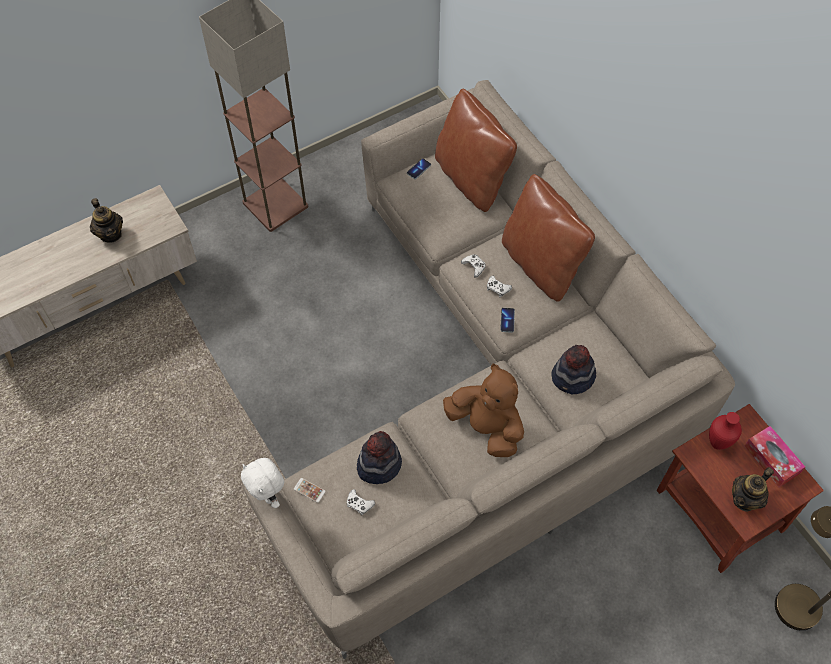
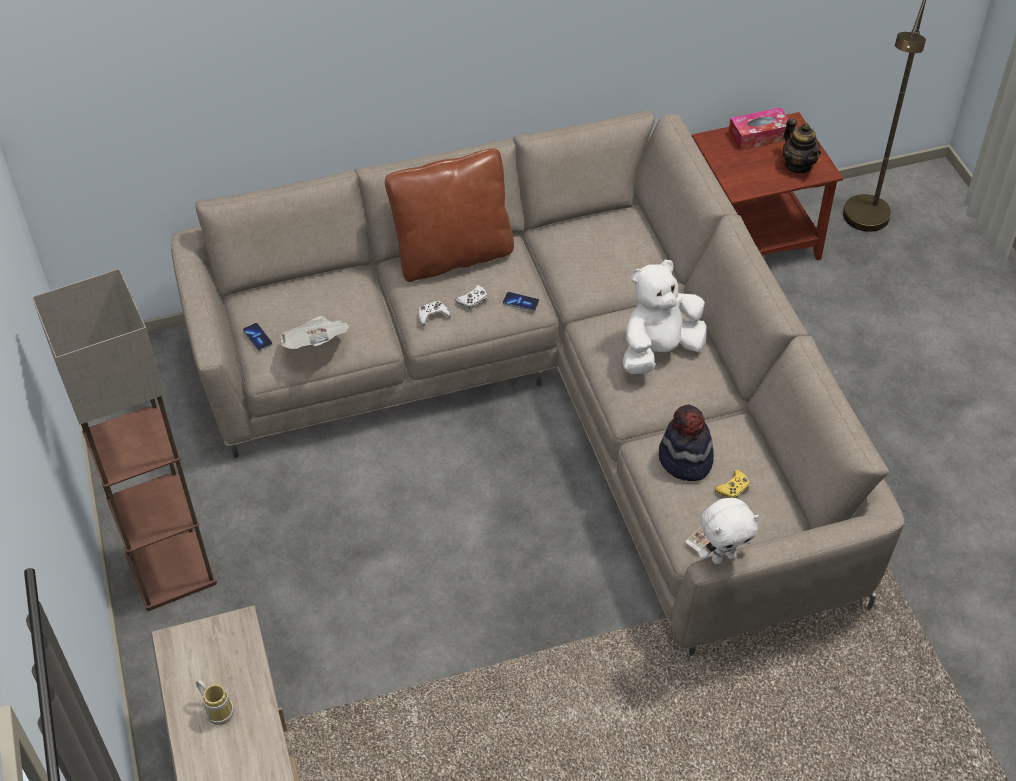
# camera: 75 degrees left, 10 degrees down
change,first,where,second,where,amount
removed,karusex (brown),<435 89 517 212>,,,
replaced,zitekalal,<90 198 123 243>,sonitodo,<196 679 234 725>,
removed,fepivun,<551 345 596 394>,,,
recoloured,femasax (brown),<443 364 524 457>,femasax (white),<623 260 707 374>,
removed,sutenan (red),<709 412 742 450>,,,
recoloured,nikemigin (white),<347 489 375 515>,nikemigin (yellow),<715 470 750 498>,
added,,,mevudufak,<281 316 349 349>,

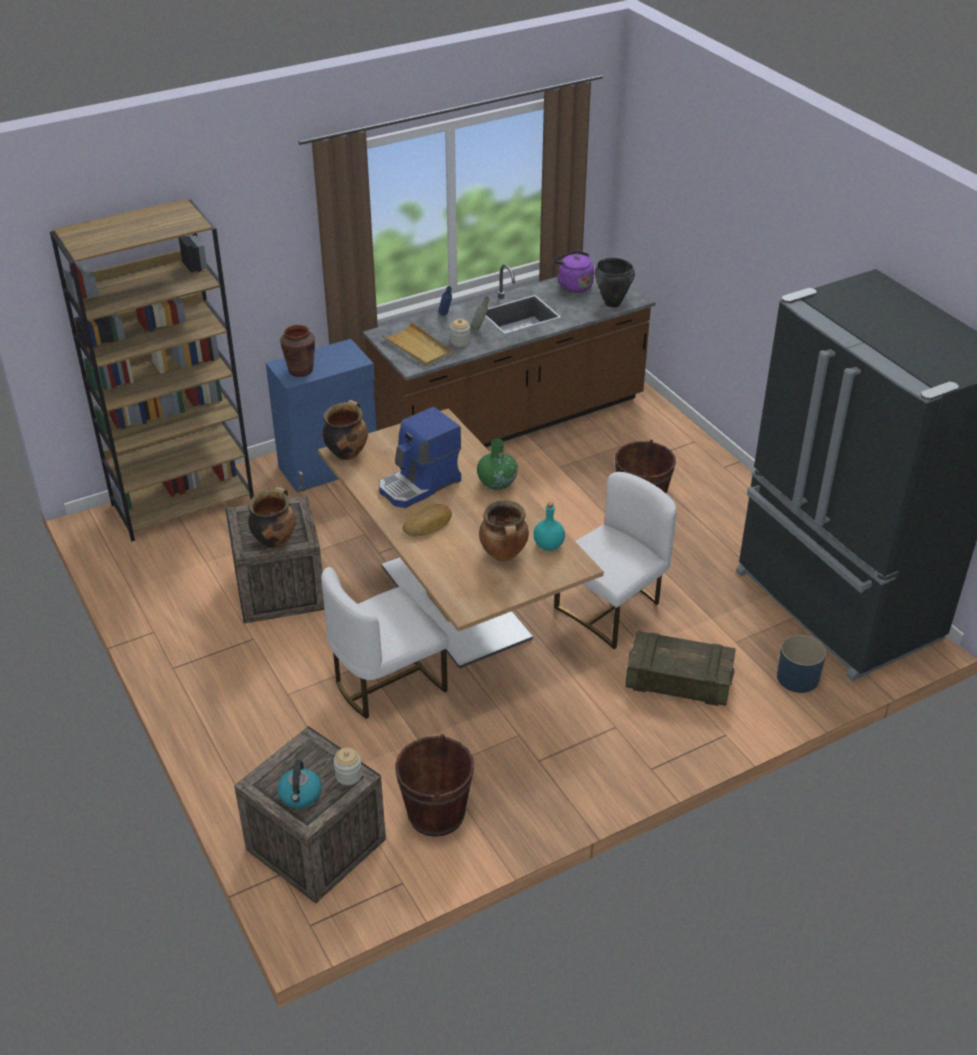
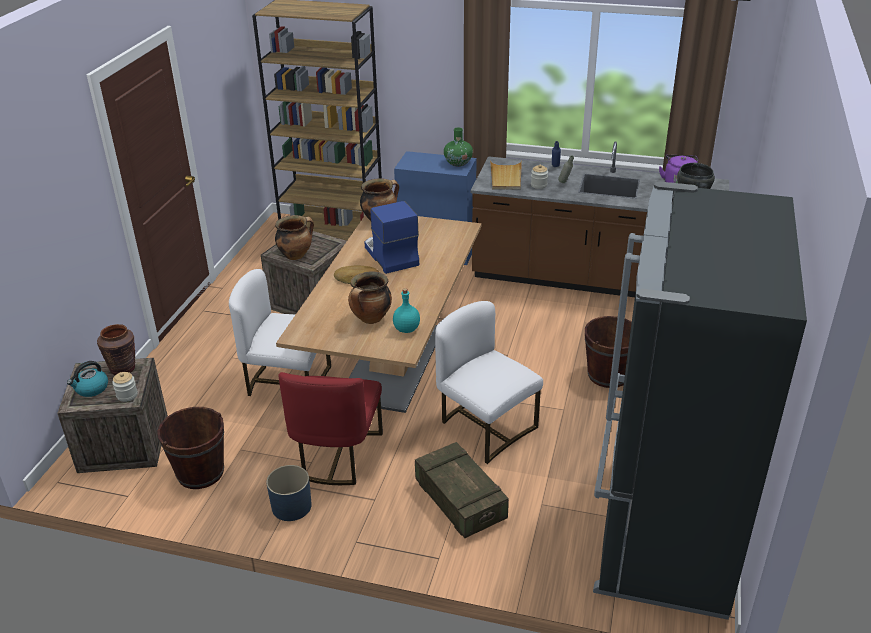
# camera: 45 degrees right, 5 degrees down
change,first,where,second,where,amount
moved,sutenan (brown),<280 325 315 377>,,<97 324 135 375>,
turned,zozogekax,<379 407 461 508>,,<364 201 419 274>,60 degrees clockwise
moved,sutenan (green),<477 439 518 490>,,<444 127 473 167>,
turned,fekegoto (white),<554 472 676 649>,,<435 301 543 464>,135 degrees counterclockwise
moved,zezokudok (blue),<777 634 826 693>,,<266 465 312 521>,
added,,,fekegoto (red),<279 372 383 485>,

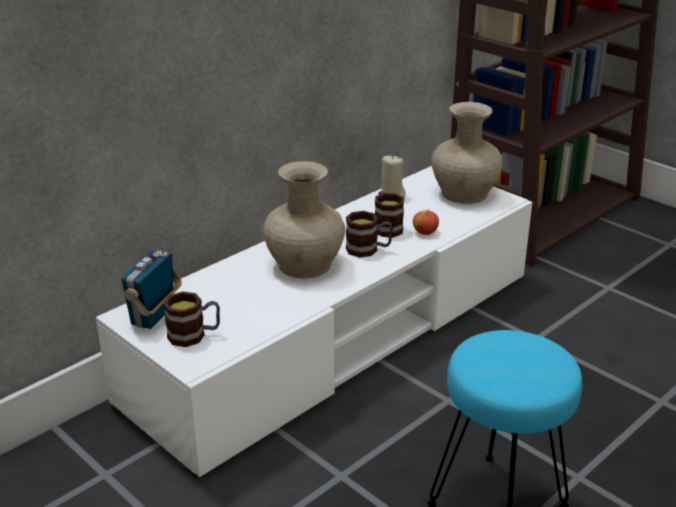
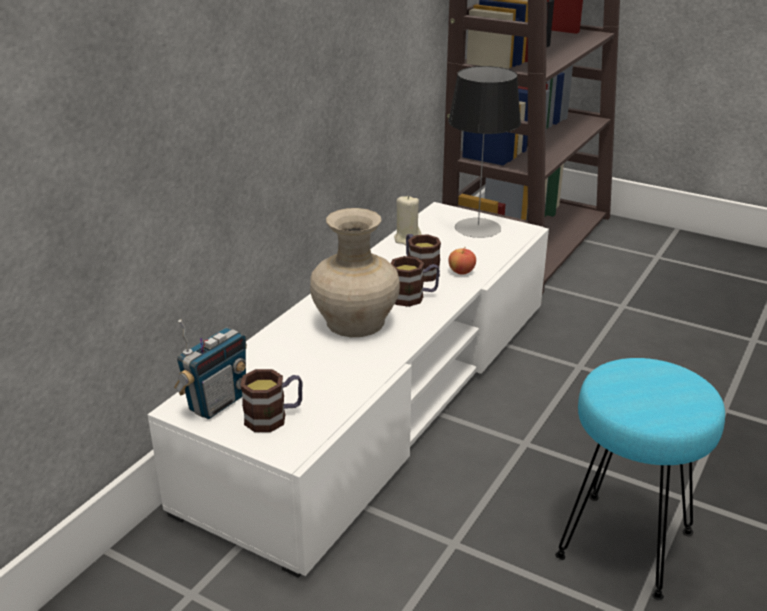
# camera: 15 degrees left, 0 degrees up
change,first,where,second,where,amount
replaced,sutenan (beige),<431 102 503 204>,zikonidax,<448 66 521 238>,
turned,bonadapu,<121 224 182 329>,,<174 319 247 419>,150 degrees counterclockwise

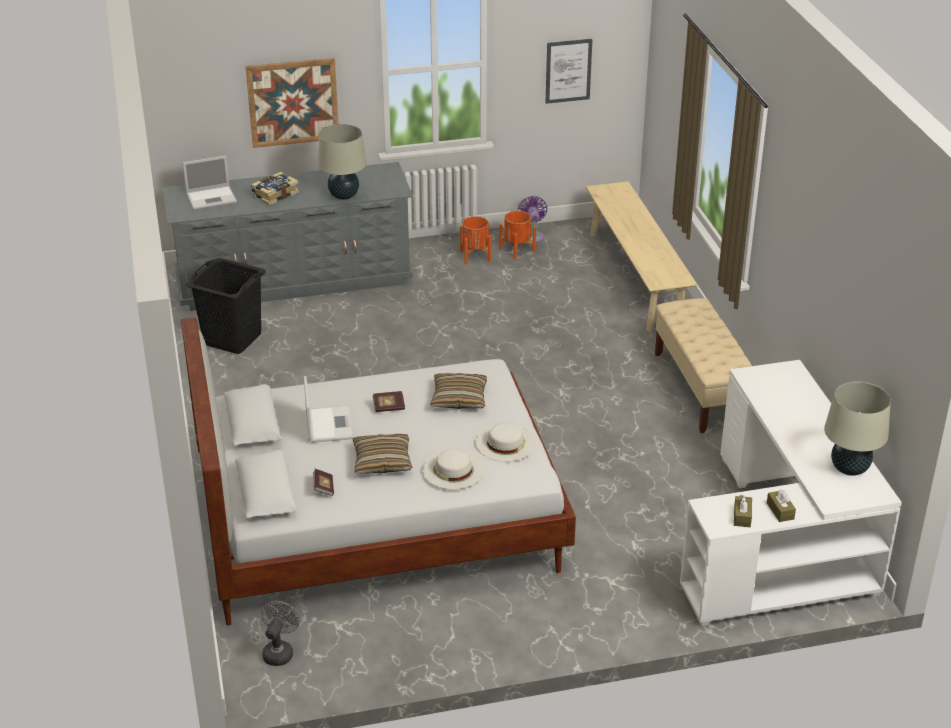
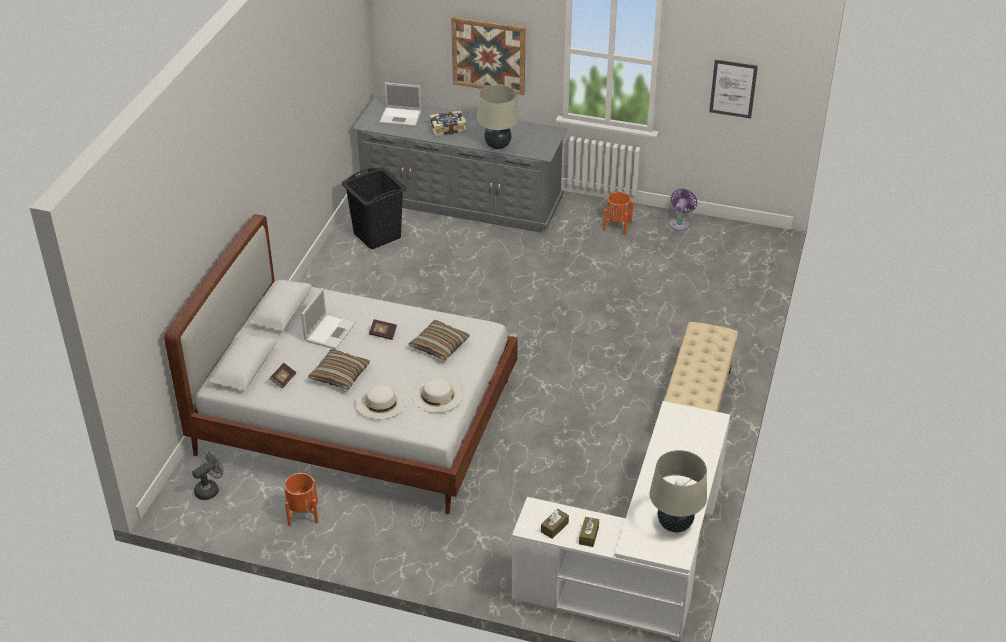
# camera: 30 degrees right, 5 degrees up
change,first,where,second,where,amount
removed,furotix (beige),<586 181 697 332>,,,
moved,zezokudok (orange),<499 211 536 260>,,<284 473 319 526>,

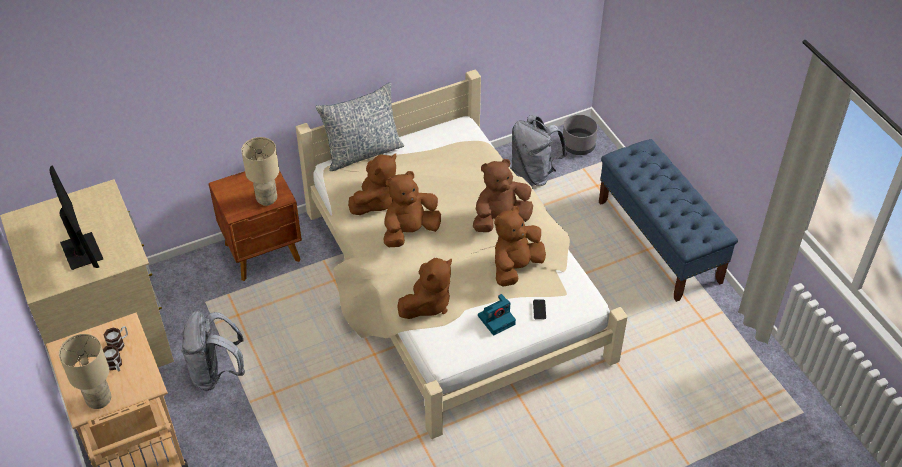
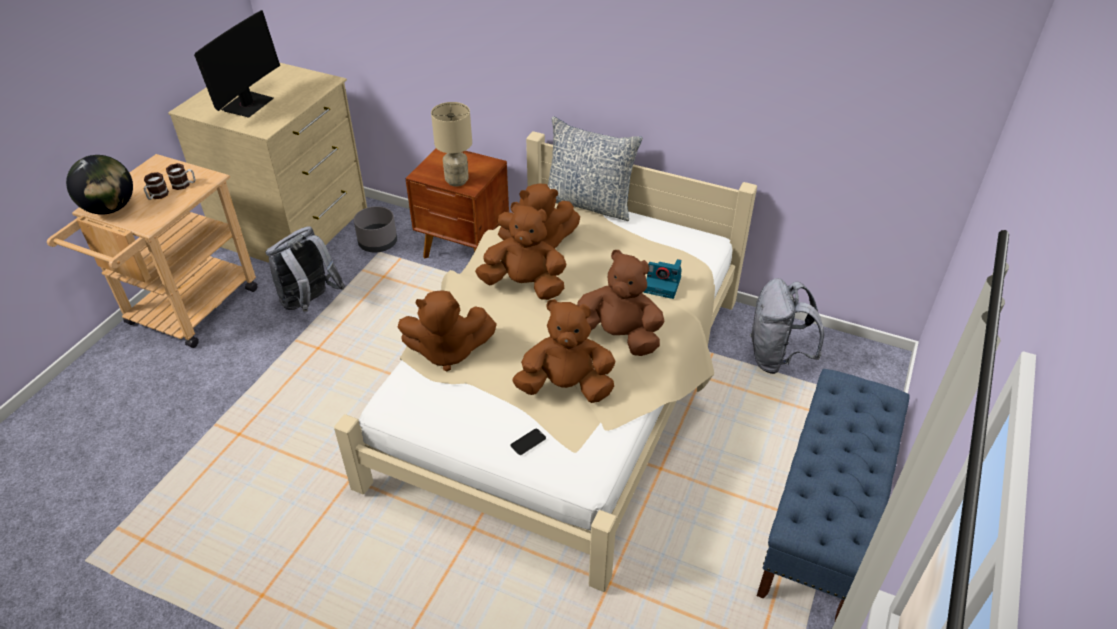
# camera: 50 degrees right, 5 degrees down
change,first,where,second,where,amount
moved,zezokudok (grey),<563 115 598 155>,,<354 206 397 252>,
moved,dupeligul,<478 294 516 335>,,<644 259 682 299>,
replaced,zikonidax (beige),<59 334 111 409>,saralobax,<66 155 133 215>,

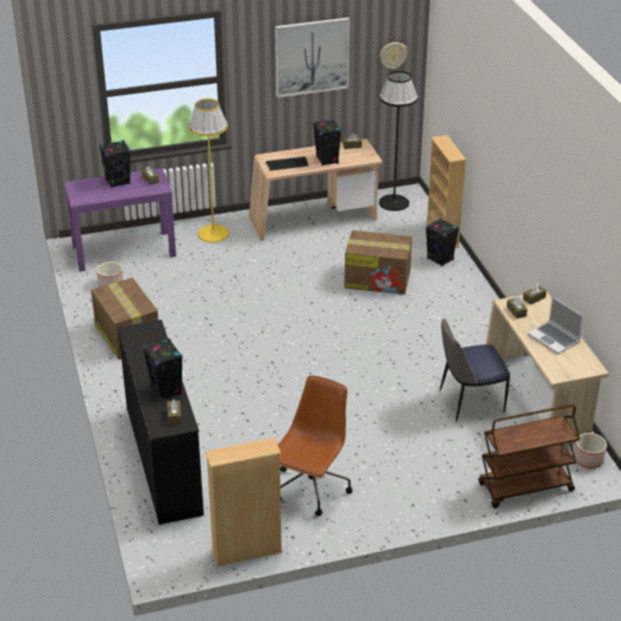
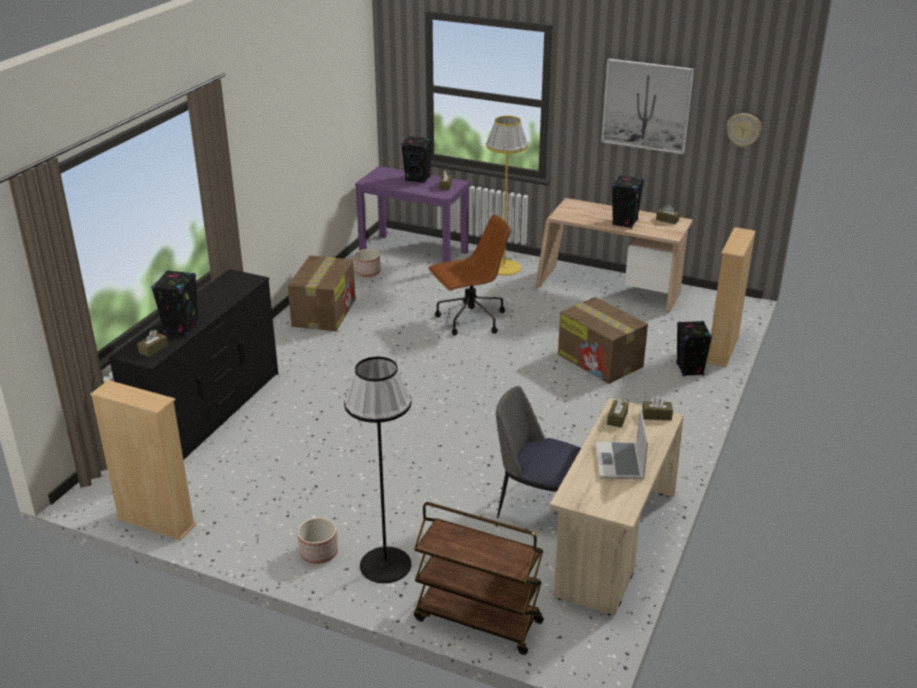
# camera: 40 degrees right, 5 degrees down
change,first,where,second,where,amount
moved,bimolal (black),<379 71 418 211>,,<344 357 411 583>,
removed,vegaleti,<266 157 309 171>,,,
moved,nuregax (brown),<278 376 353 516>,,<428 214 511 335>,
moved,zezokudok,<574 433 607 469>,,<297 517 338 564>,

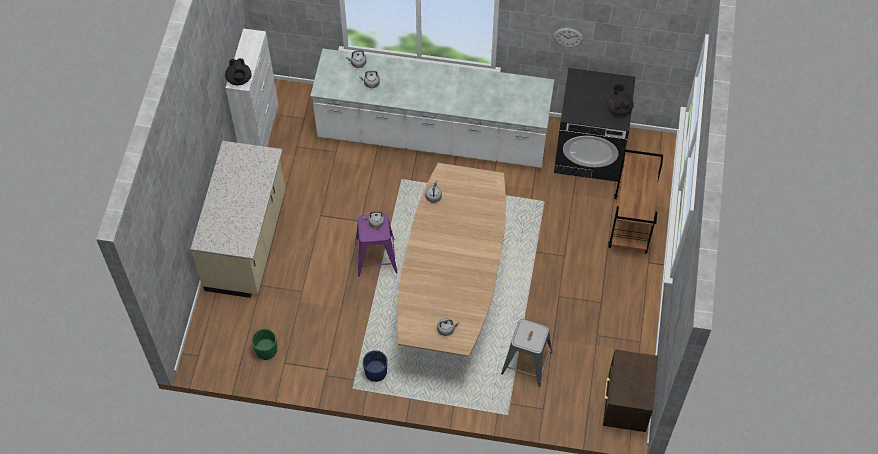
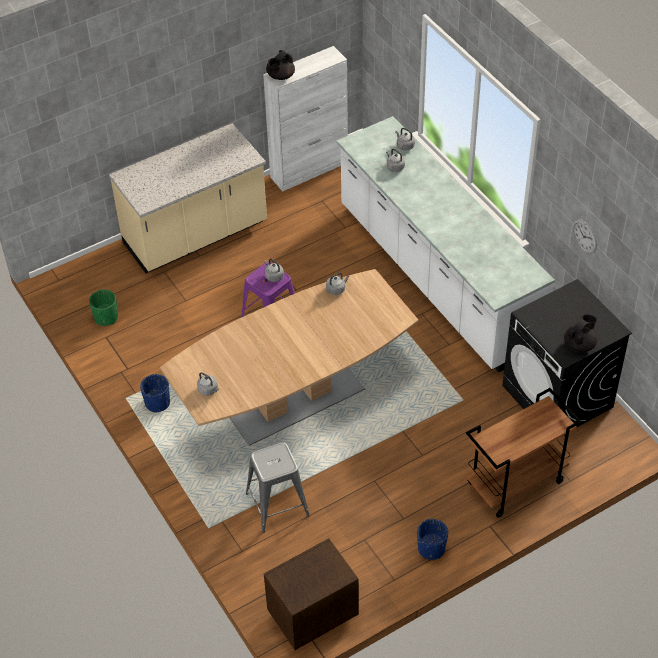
# camera: 50 degrees right, 10 degrees down
change,first,where,second,where,amount
added,,,zezokudok (blue),<417 519 448 560>,

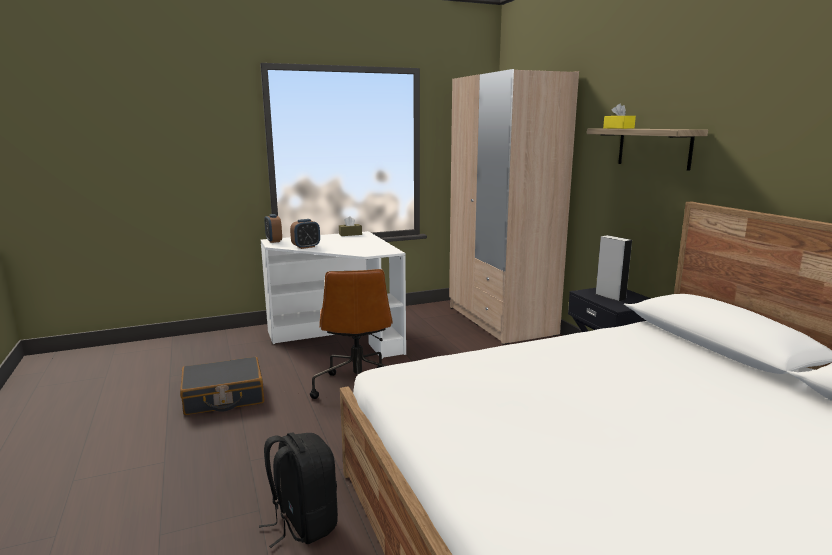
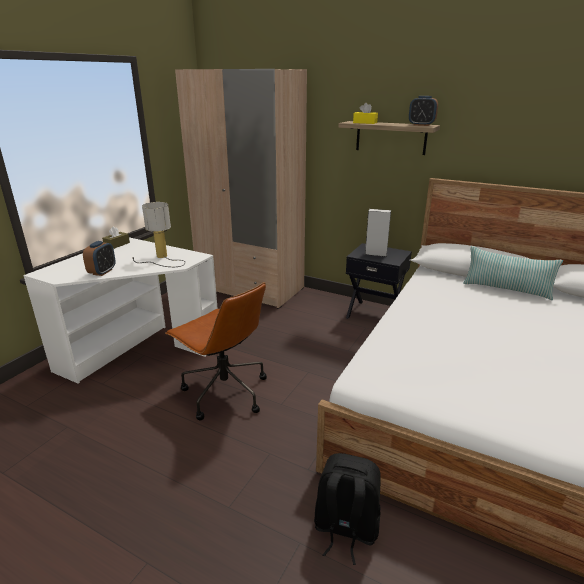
# camera: 40 degrees left, 10 degrees up
change,first,where,second,where,amount
moved,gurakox,<264 214 282 243>,,<409 96 438 126>,
removed,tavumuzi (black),<180 357 264 415>,,,
added,,,zikonidax,<132 202 185 267>,
added,,,karusex,<463 246 563 300>,

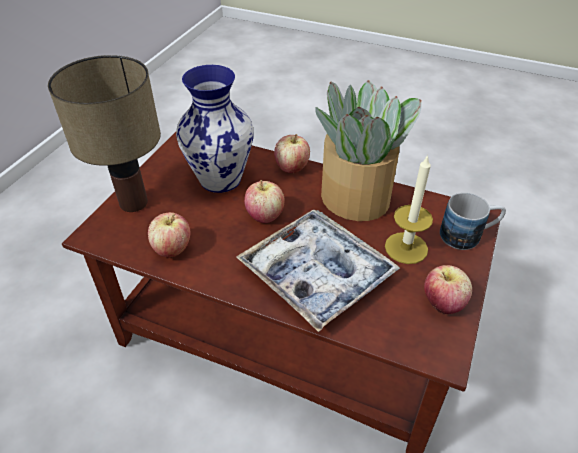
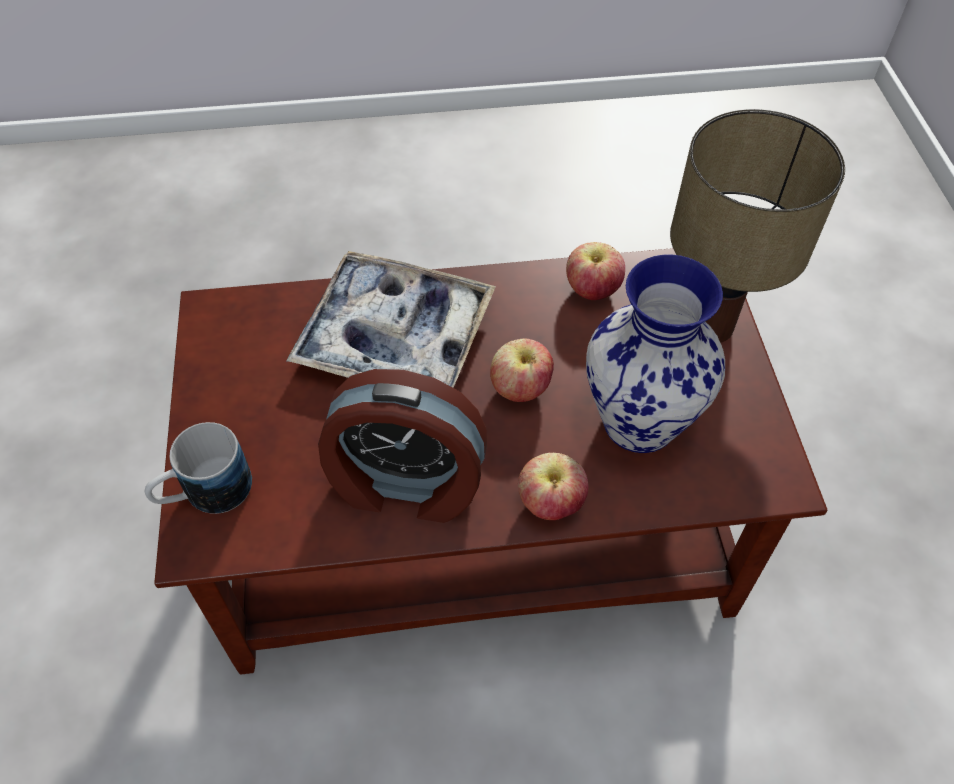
# camera: 150 degrees right, 10 degrees up
change,first,where,second,where,amount
replaced,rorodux,<316 80 422 221>,gurakox,<318 369 487 523>,
removed,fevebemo,<385 154 433 264>,,,
removed,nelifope,<424 265 472 314>,,,

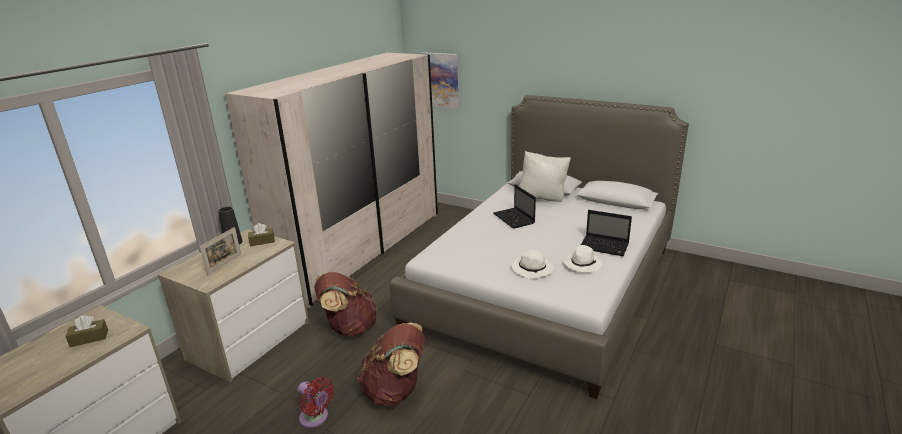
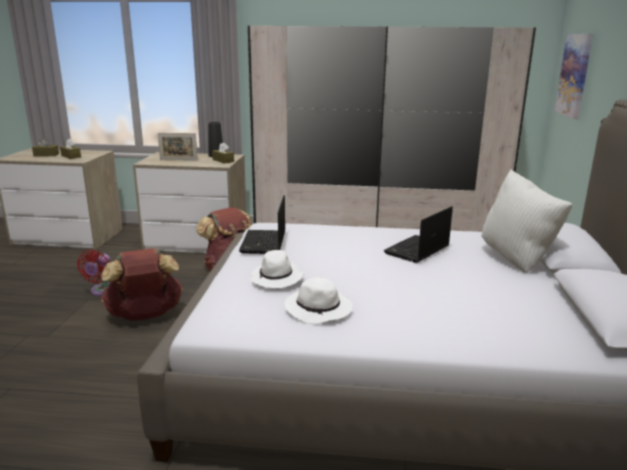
# camera: 65 degrees right, 5 degrees down
change,first,where,second,where,amount
moved,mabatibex,<581 210 632 256>,,<239 195 285 254>,
added,,,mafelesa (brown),<32 137 59 156>,

